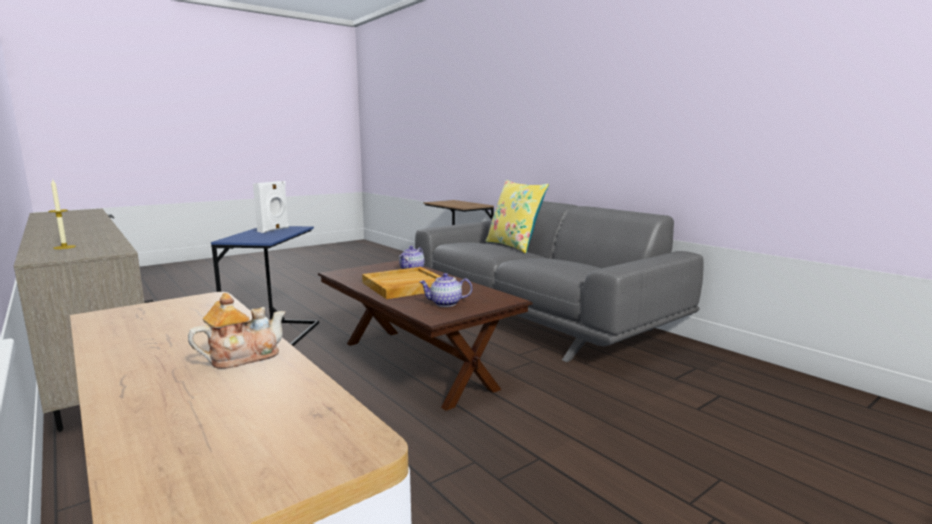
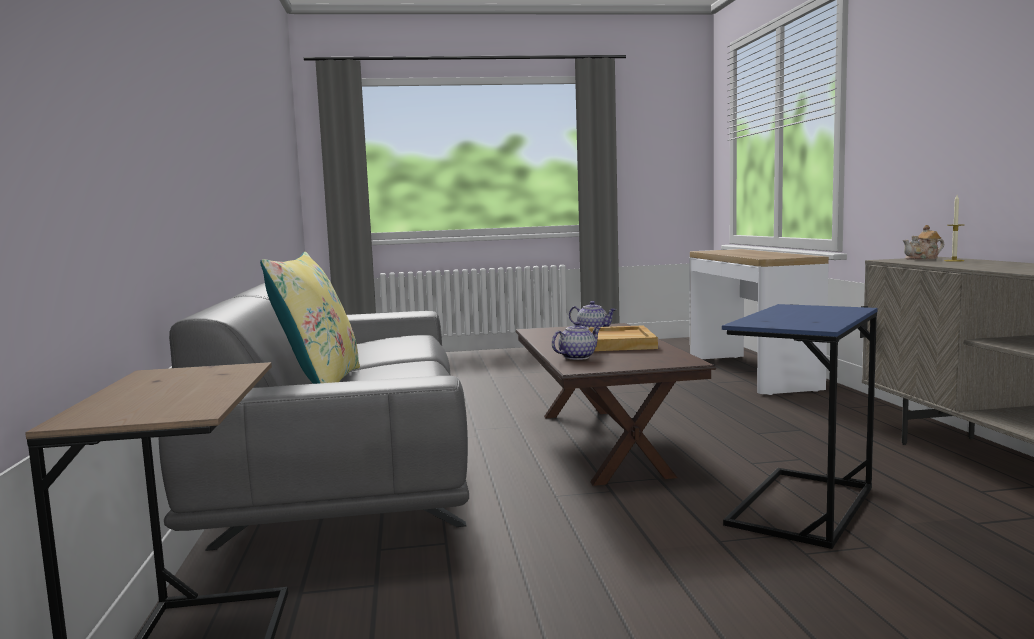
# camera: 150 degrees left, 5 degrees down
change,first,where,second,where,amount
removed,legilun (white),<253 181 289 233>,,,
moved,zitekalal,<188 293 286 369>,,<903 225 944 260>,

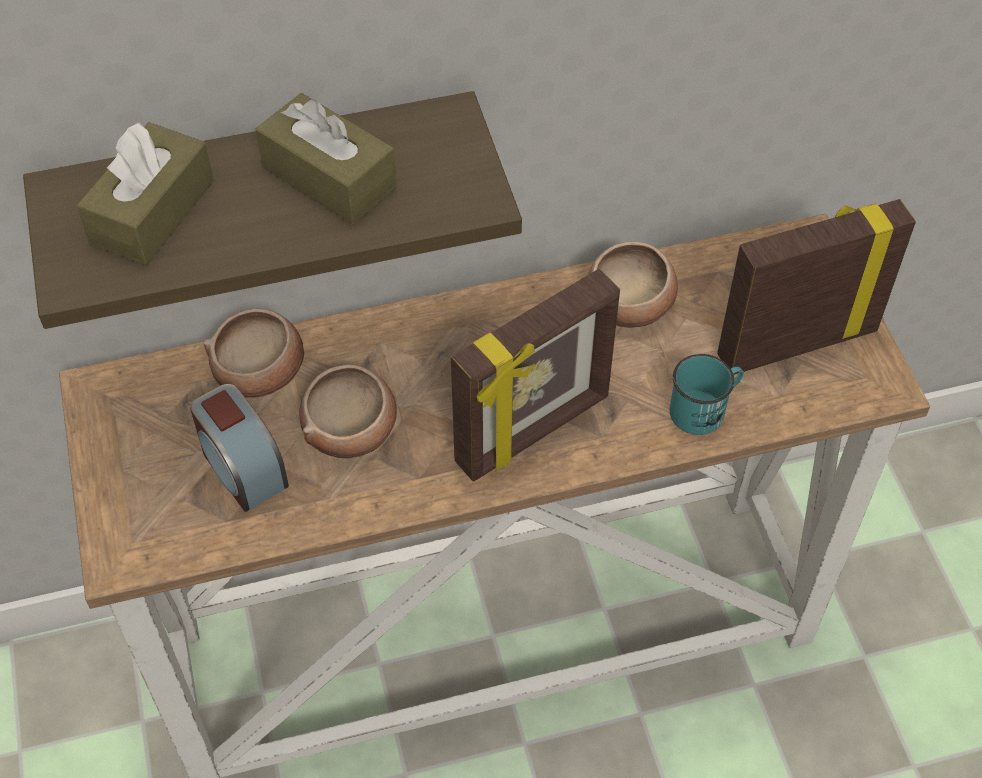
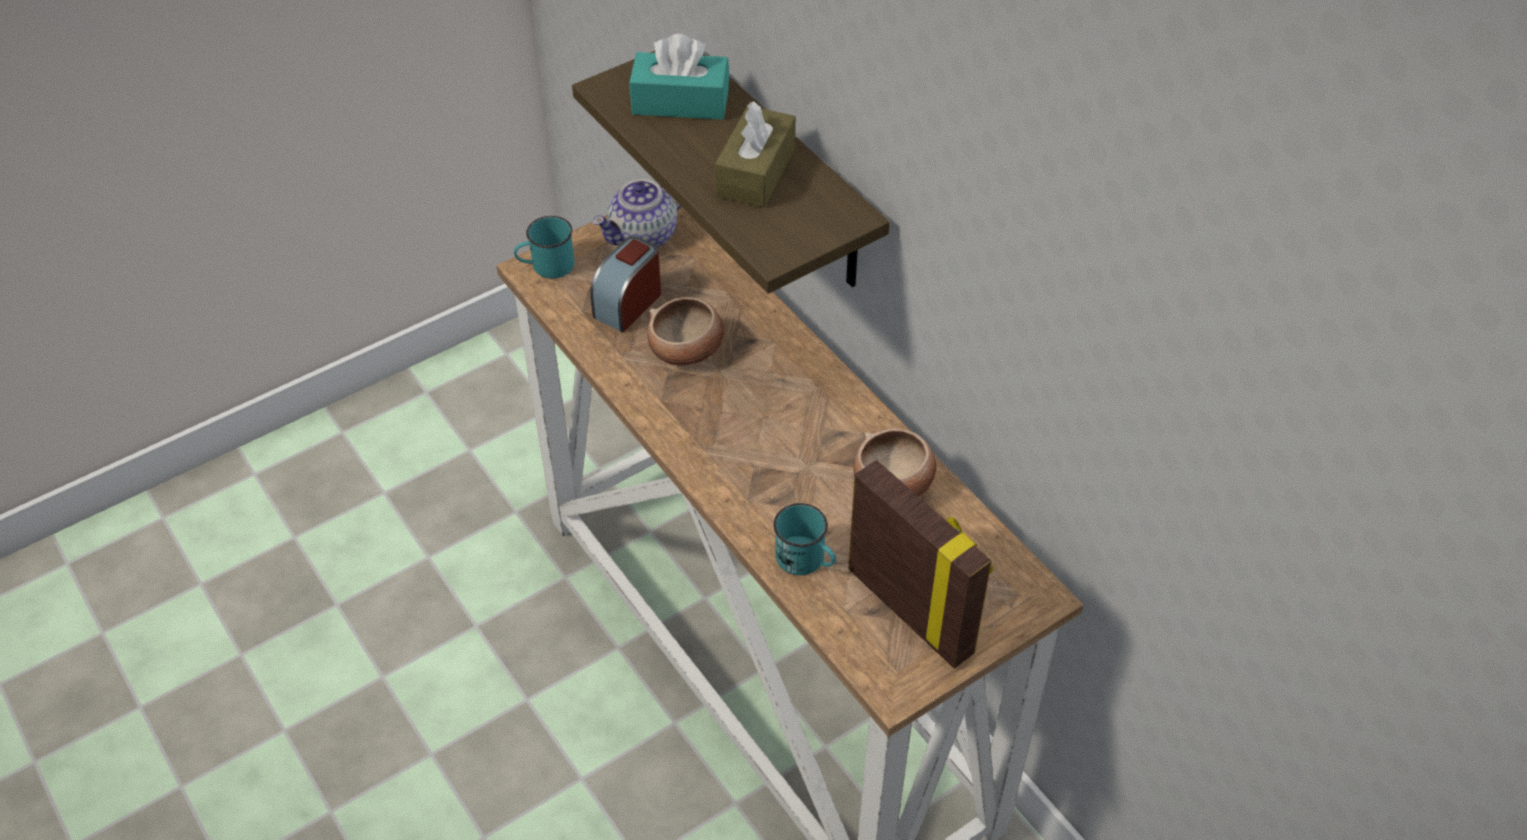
# camera: 70 degrees right, 5 degrees down
change,first,where,second,where,amount
recoloured,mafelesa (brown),<77 122 214 265>,mafelesa (turquoise),<629 34 729 120>,
removed,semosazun,<451 269 620 482>,,,
removed,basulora,<203 308 304 398>,,,
added,,,zitekalal,<592 179 681 248>,
added,,,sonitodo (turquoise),<514 216 575 278>,

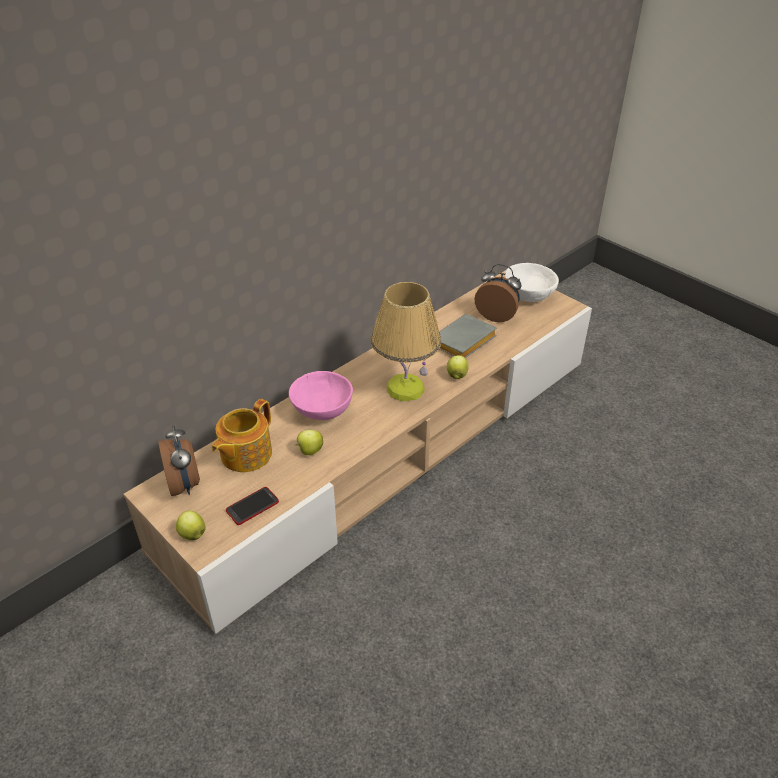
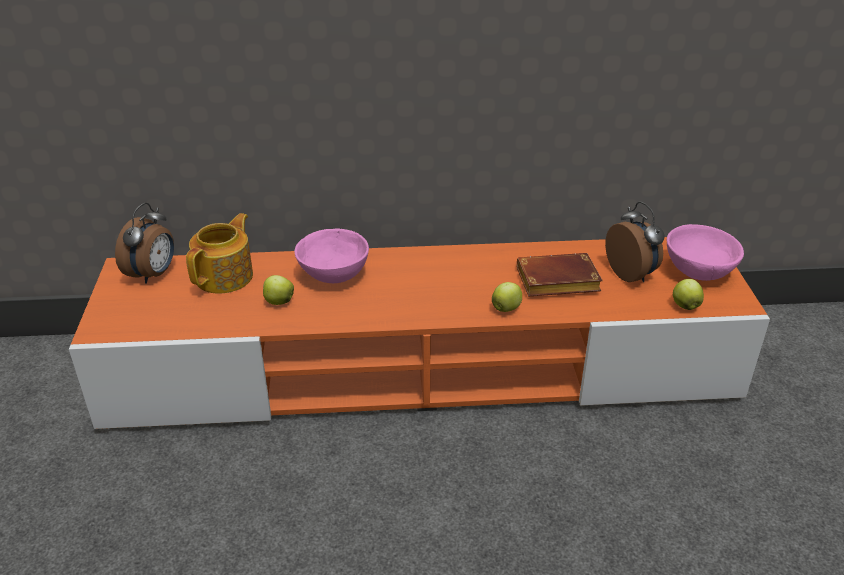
# camera: 40 degrees right, 5 degrees down
change,first,where,second,where,amount
recoloured,basulora (white),<505 263 559 302>,basulora (pink),<667 224 744 281>,
recoloured,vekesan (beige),<123 270 592 634>,vekesan (orange),<69 237 770 429>,
removed,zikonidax,<371 282 441 401>,,,
recoloured,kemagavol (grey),<439 314 497 358>,kemagavol (brown),<517 253 603 296>,
turned,zitekalal,<211 399 272 472>,,<186 213 253 294>,135 degrees clockwise
removed,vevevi,<226 487 279 525>,,,
moved,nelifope,<176 511 206 540>,,<673 279 704 310>,

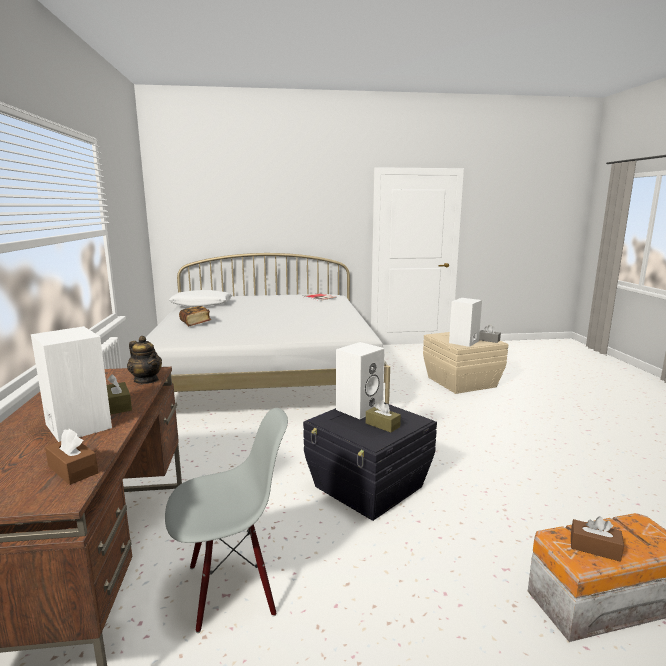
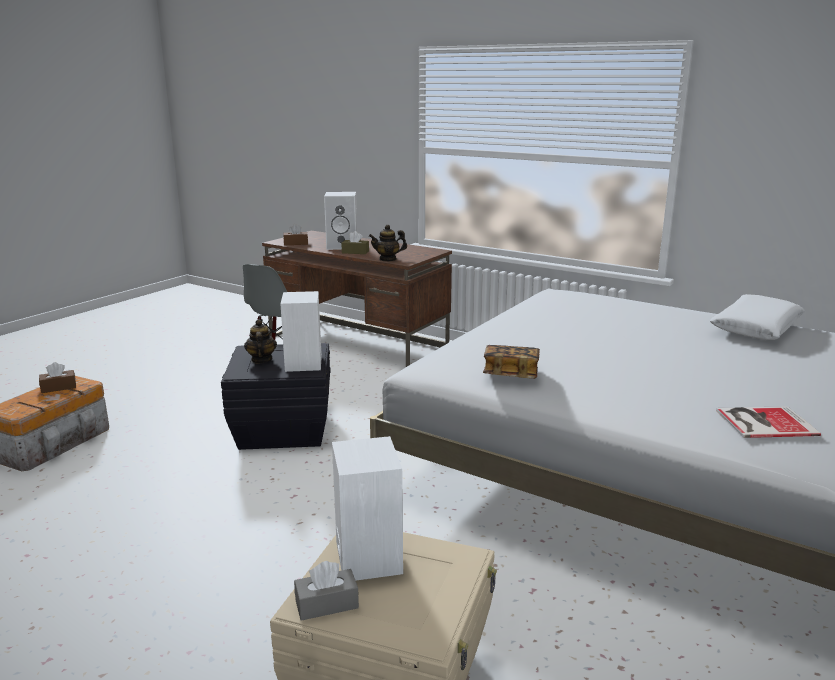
# camera: 130 degrees right, 5 degrees up
change,first,where,second,where,amount
moved,kemagavol,<179 306 211 326>,,<483 345 540 379>,
replaced,mafelesa (brown),<366 401 401 433>,zitekalal,<244 319 277 363>,

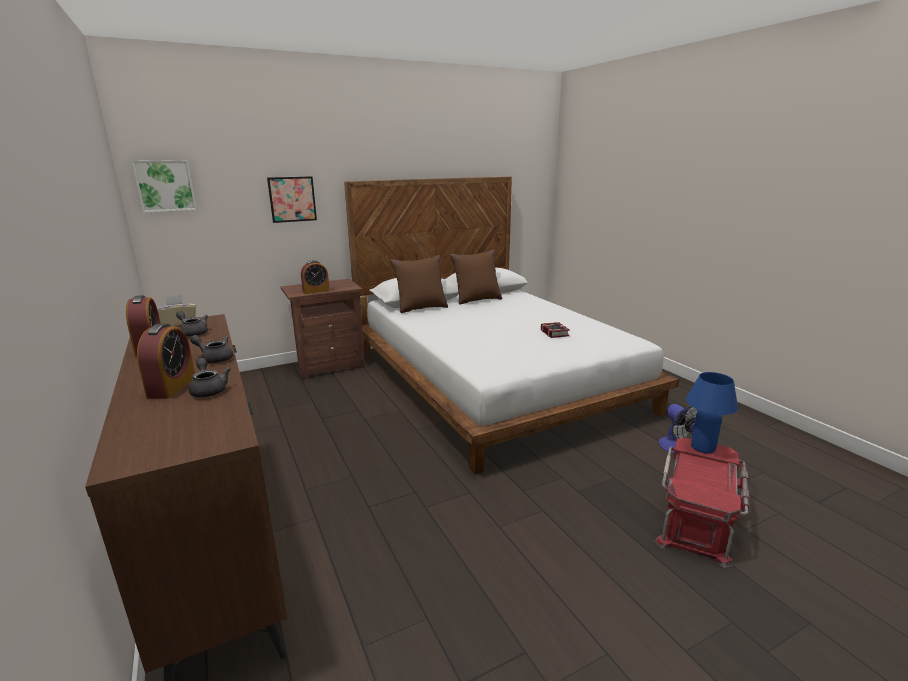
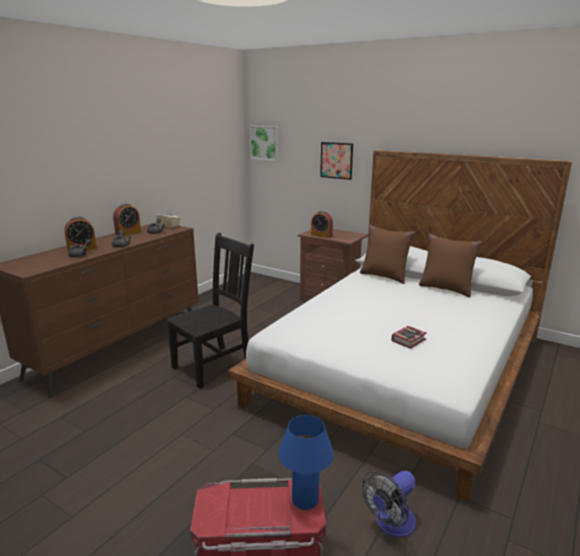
# camera: 60 degrees right, 0 degrees up
change,first,where,second,where,amount
added,,,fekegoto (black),<167 233 254 389>,

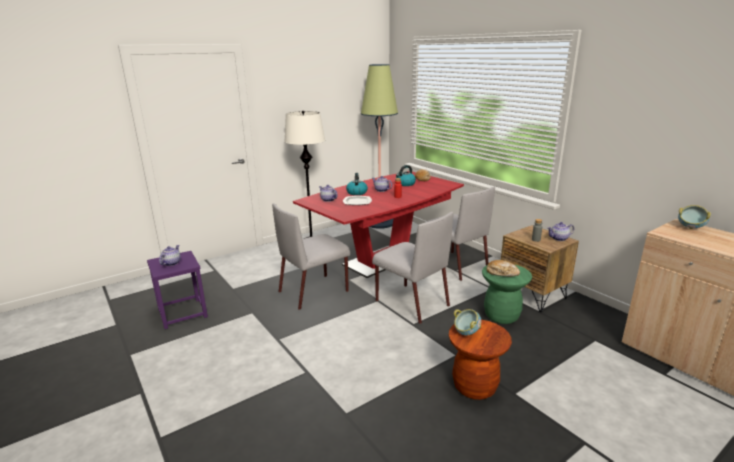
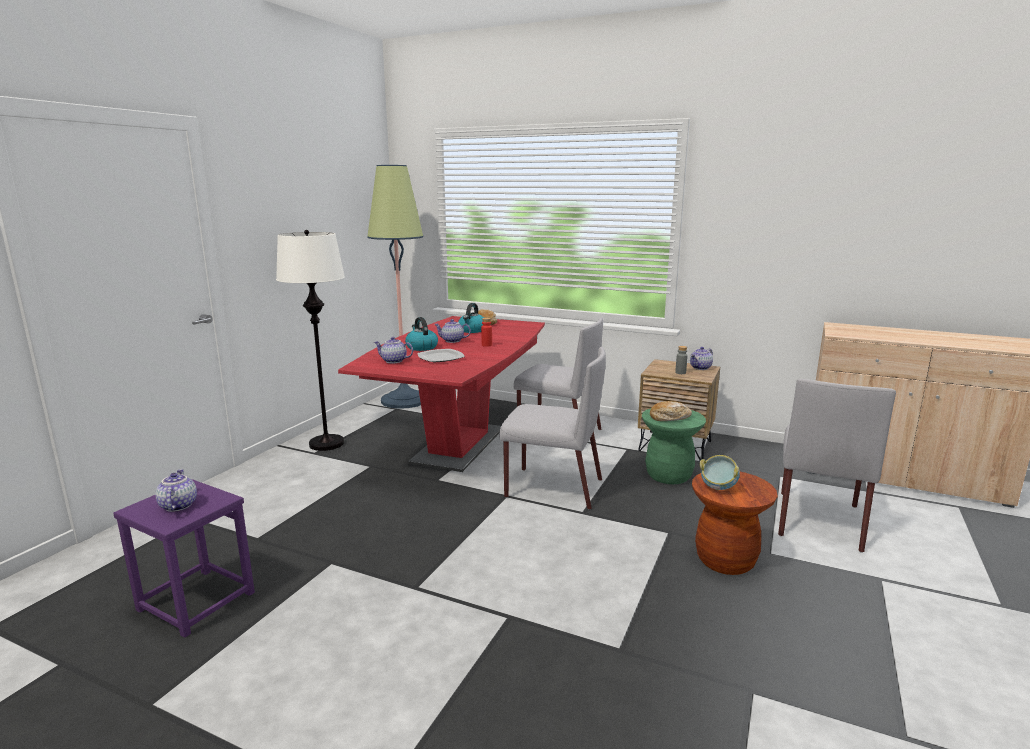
# camera: 30 degrees left, 5 degrees down
change,first,where,second,where,amount
moved,fekegoto (grey),<272 203 350 310>,,<778 379 896 553>,
removed,basulora,<678 205 711 229>,,,

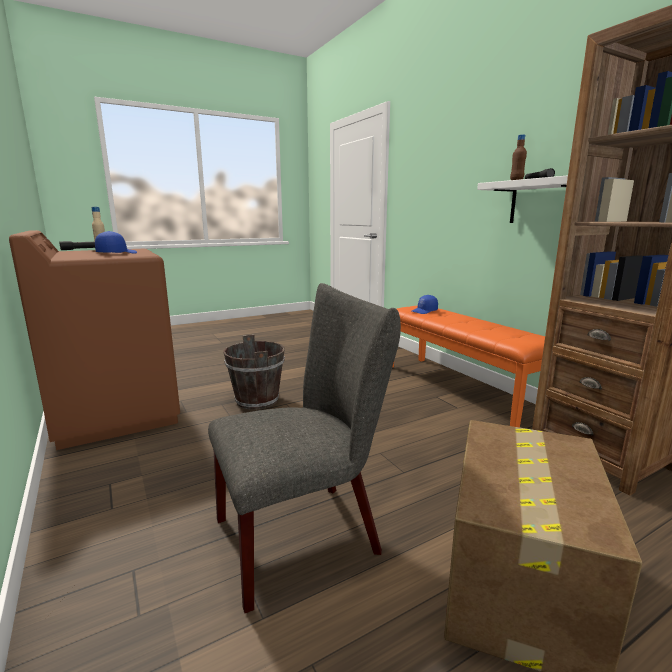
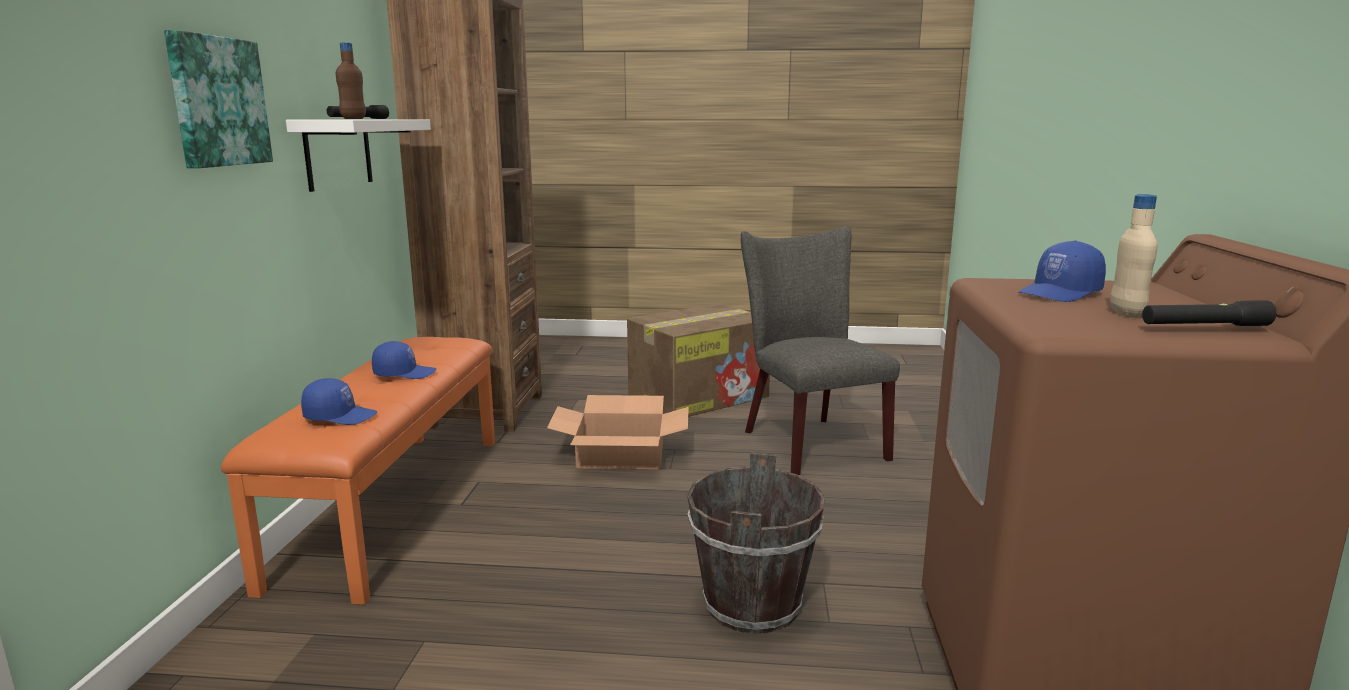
# camera: 145 degrees left, 0 degrees up
change,first,where,second,where,amount
turned,fekegoto (grey),<208 283 401 613>,,<741 226 900 475>,60 degrees clockwise
added,,,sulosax,<164 30 273 168>,
added,,,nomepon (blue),<372 341 436 379>,
added,,,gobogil,<547 395 689 469>,

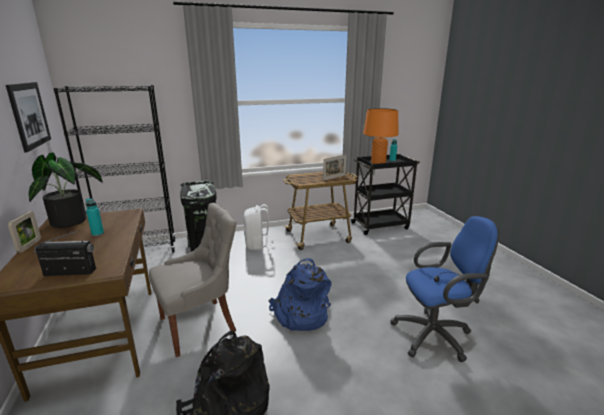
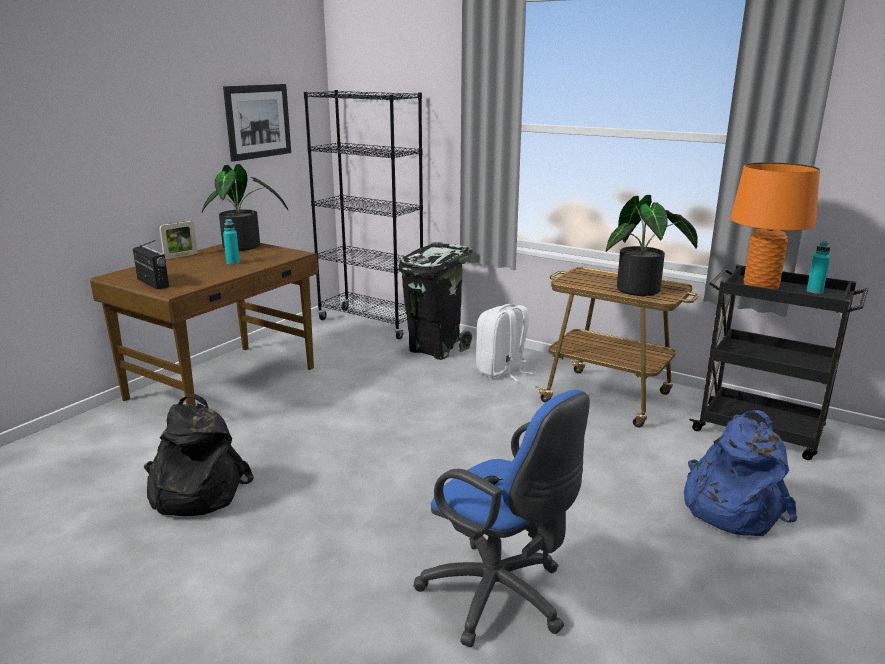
# camera: 50 degrees right, 0 degrees up
change,first,where,second,where,amount
replaced,semosazun,<323 155 346 180>,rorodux,<606 195 698 296>,
removed,fekegoto (grey),<149 203 236 357>,,,
moved,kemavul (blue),<268 258 331 331>,,<684 410 797 536>,

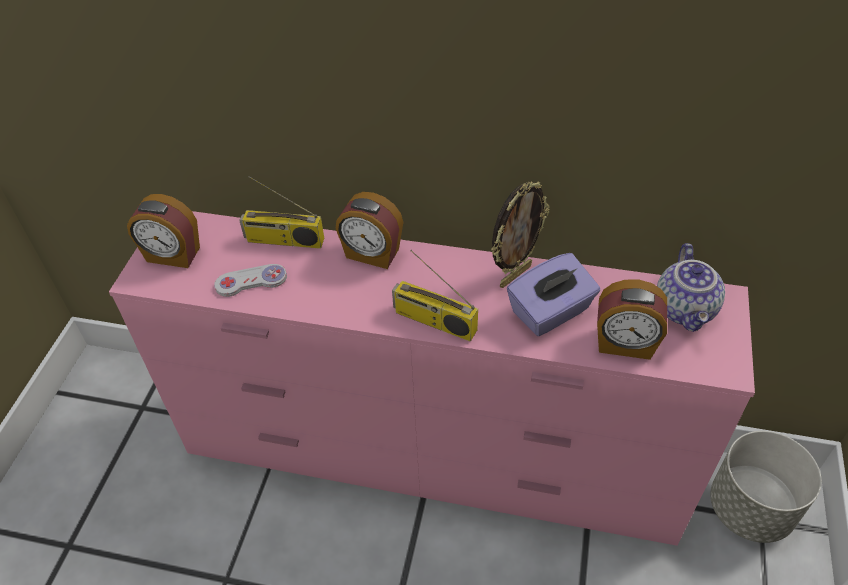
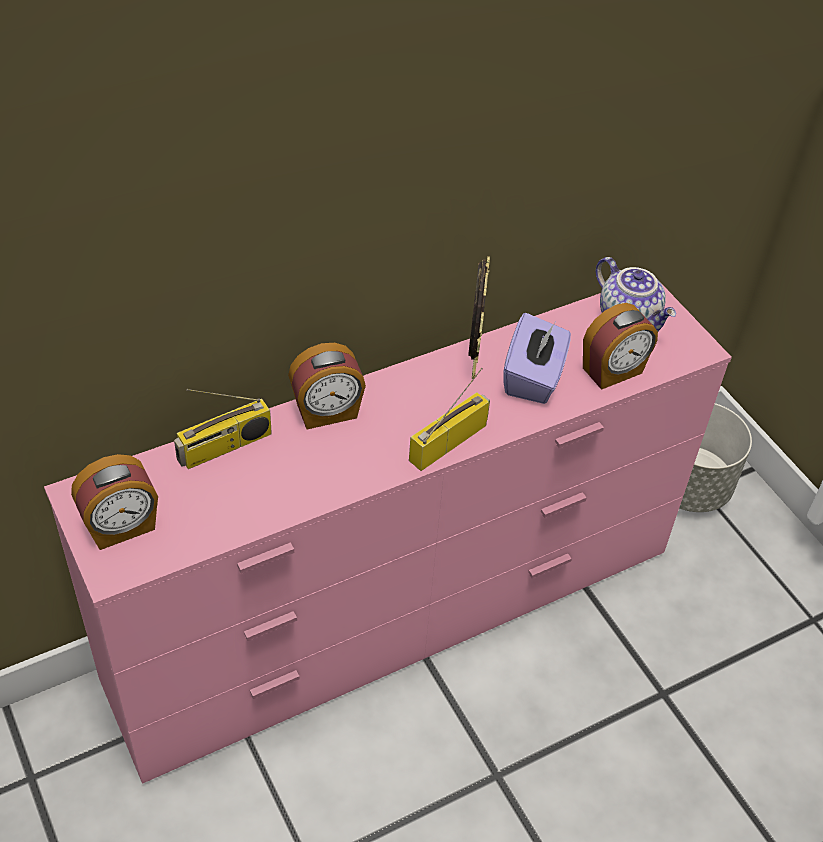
# camera: 45 degrees left, 0 degrees up
change,first,where,second,where,amount
turned,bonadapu,<392 250 478 342>,,<409 368 490 471>,150 degrees clockwise
removed,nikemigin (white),<214 264 287 297>,,,

